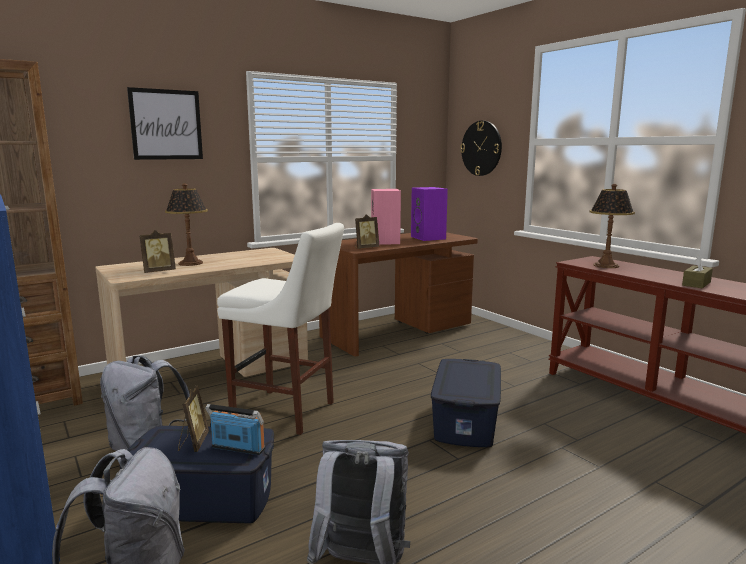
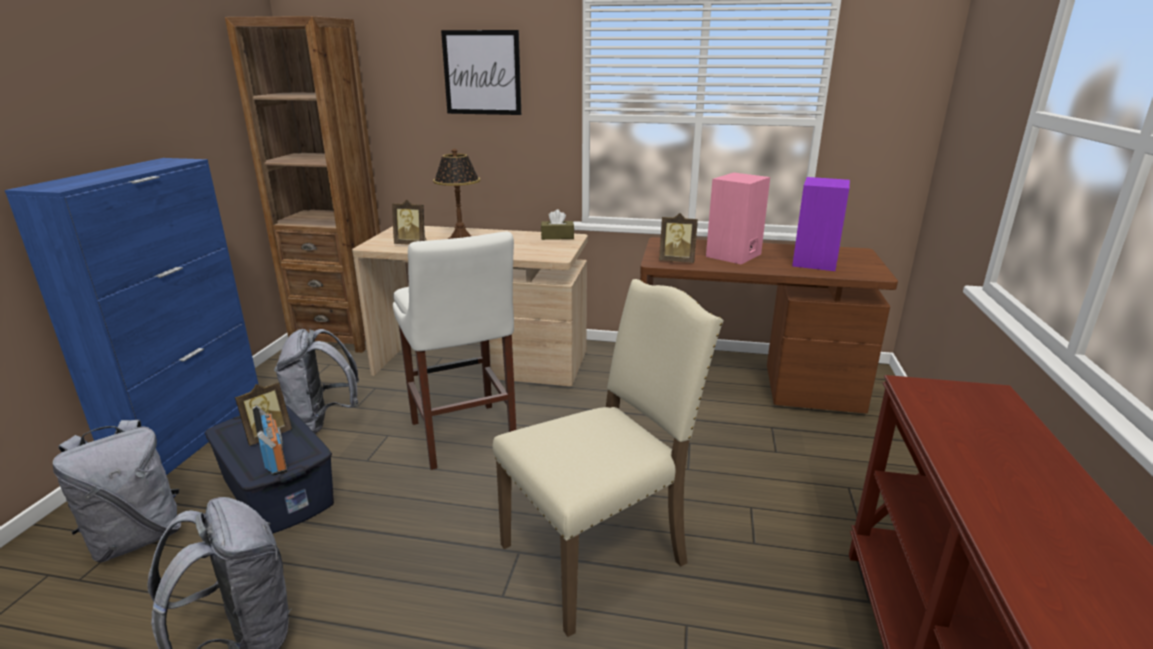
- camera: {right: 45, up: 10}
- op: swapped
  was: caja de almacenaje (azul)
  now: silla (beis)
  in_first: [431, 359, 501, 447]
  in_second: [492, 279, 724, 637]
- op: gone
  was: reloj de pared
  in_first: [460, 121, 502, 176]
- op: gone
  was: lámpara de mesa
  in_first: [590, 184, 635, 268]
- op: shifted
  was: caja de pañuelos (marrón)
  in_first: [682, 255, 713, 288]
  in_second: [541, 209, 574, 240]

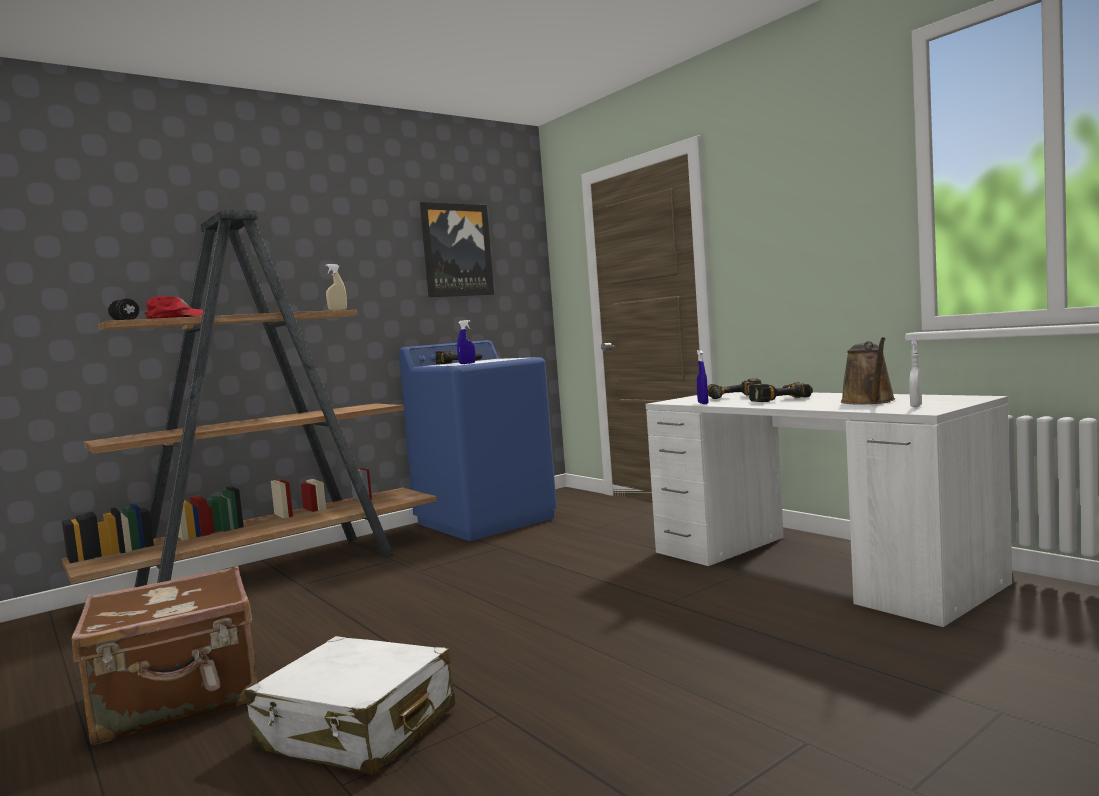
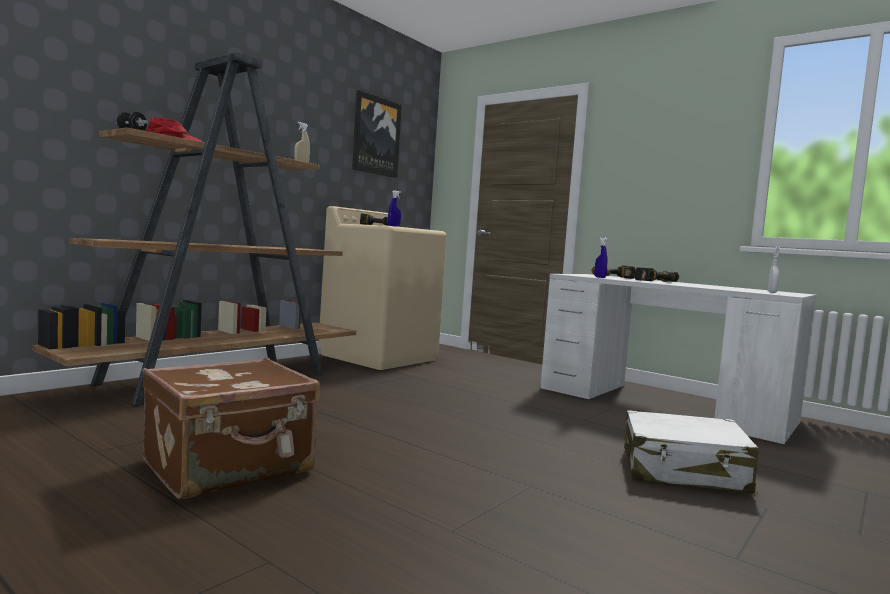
- camera: {right: -15, up: 0}
- op: shifted
  was: maleta (blanco)
  in_first: [245, 636, 455, 775]
  in_second: [624, 410, 759, 493]
- op: repainted
  was: lavadora (azul)
  now: lavadora (beis)
  in_first: [399, 340, 557, 541]
  in_second: [318, 206, 447, 370]
- op: gone
  was: regadera (marrón)
  in_first: [841, 337, 895, 405]

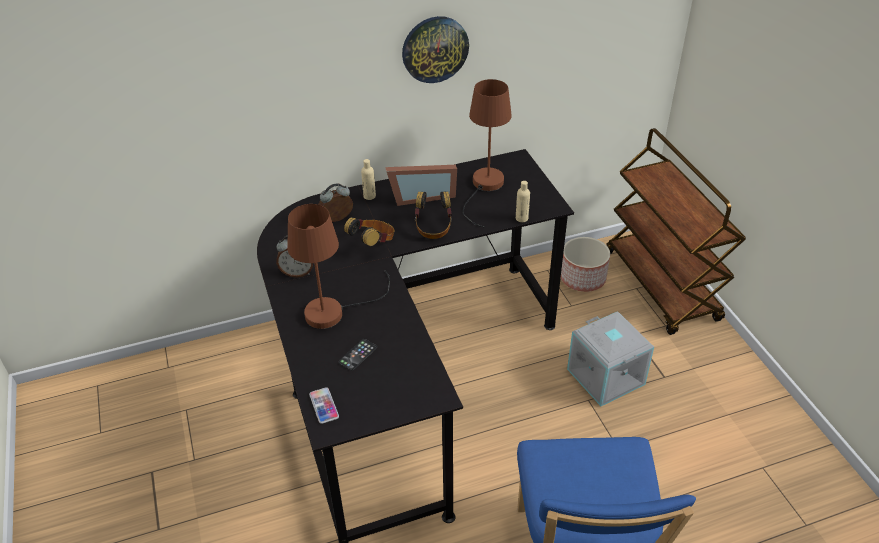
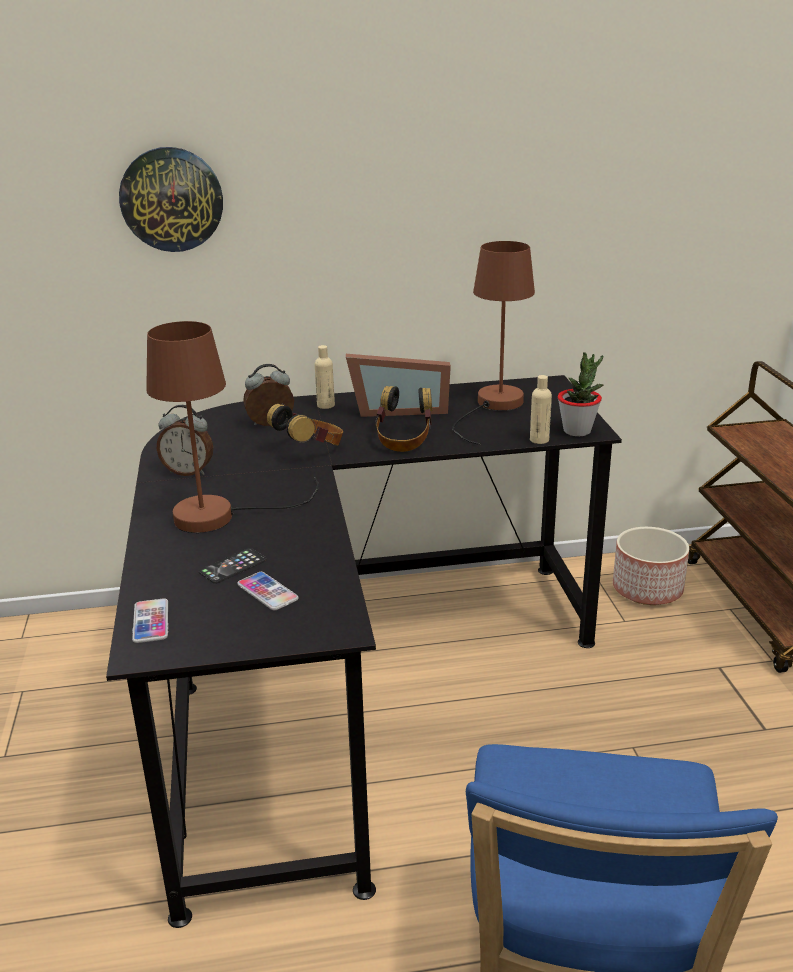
- camera: {right: 10, up: -15}
- op: shifted
  was: reloj de pared
  in_first: [402, 16, 469, 83]
  in_second: [119, 147, 223, 252]
- op: gone
  was: caja de almacenaje (gris)
  in_first: [567, 311, 654, 406]
- op: new
  now: móvil
  in_second: [237, 572, 299, 611]
- op: new
  now: planta en maceta
  in_second: [557, 352, 604, 436]

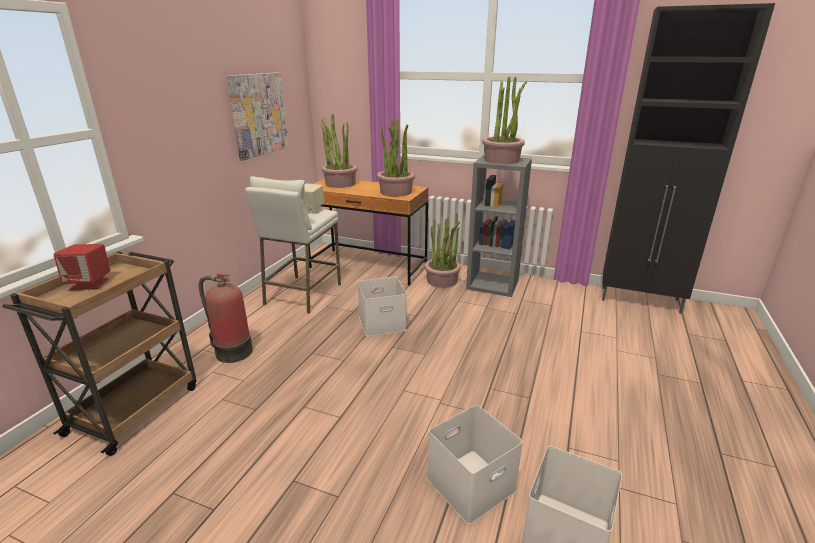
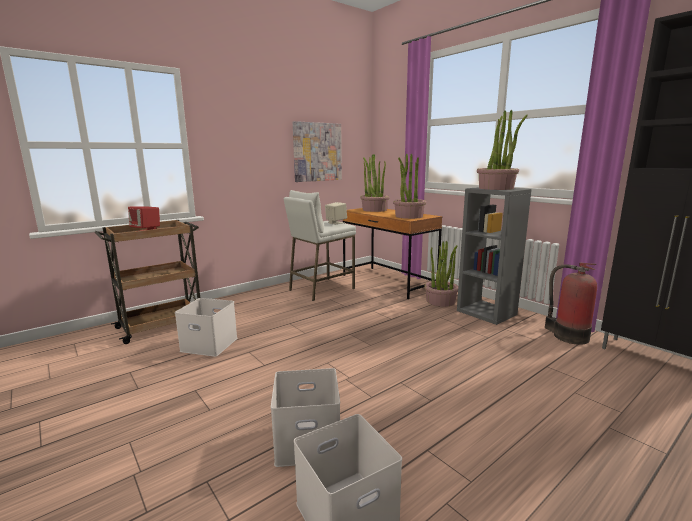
- camera: {right: 30, up: -10}
- op: shifted
  was: extintor
  in_first: [199, 273, 253, 363]
  in_second: [545, 263, 597, 345]
- op: shifted
  was: caja de almacenaje (blanco)
  in_first: [357, 276, 407, 337]
  in_second: [175, 298, 238, 357]

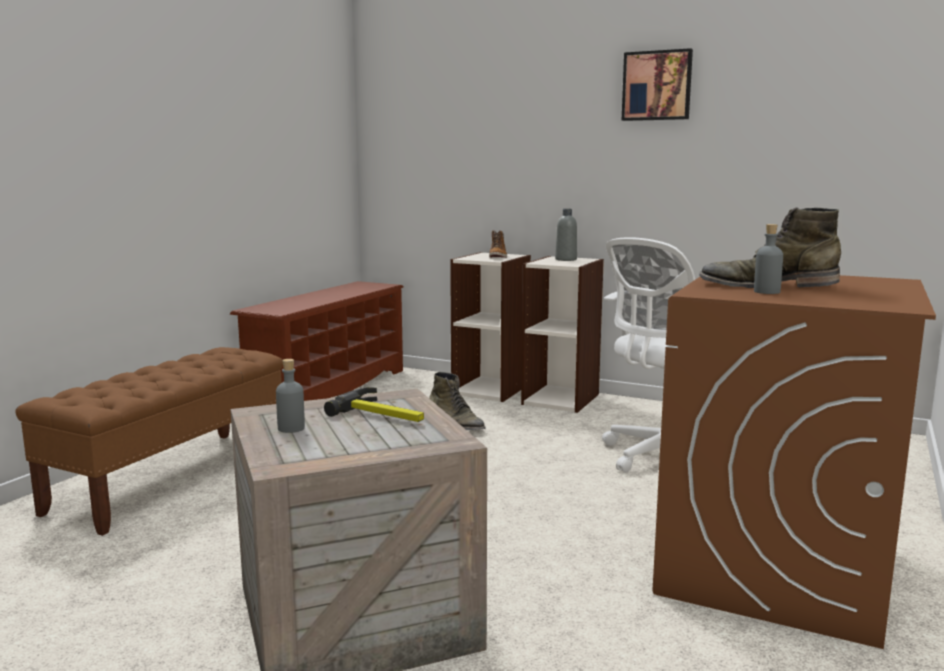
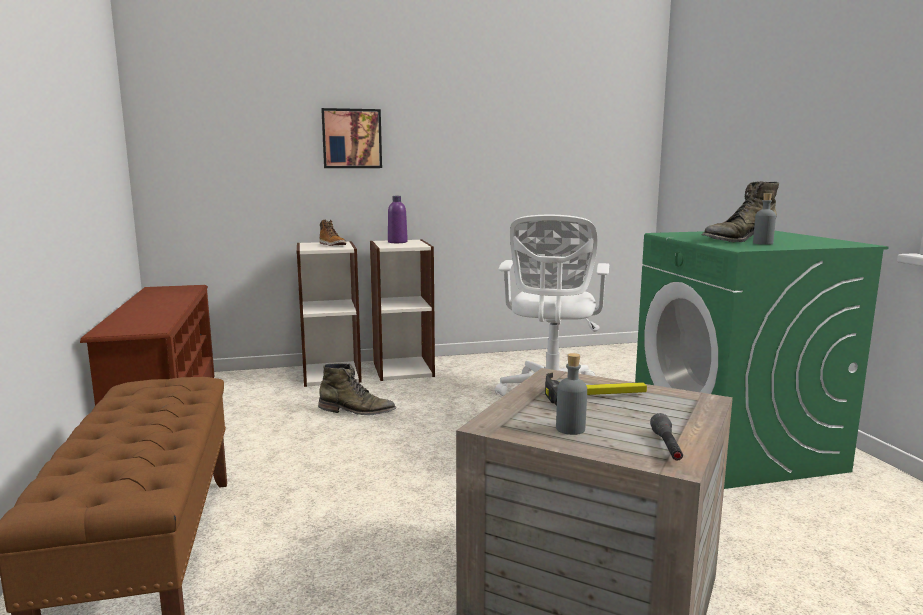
- camera: {right: -40, up: 0}
- op: repainted
  was: botella (gris)
  now: botella (morado)
  in_first: [555, 209, 577, 261]
  in_second: [388, 196, 408, 243]
- op: shifted
  was: cuadro
  in_first: [622, 48, 693, 121]
  in_second: [321, 108, 382, 168]
- op: repainted
  was: lavadora (marrón)
  now: lavadora (verde)
  in_first: [652, 275, 936, 649]
  in_second: [635, 231, 889, 489]
- op: new
  now: linterna (gris)
  in_second: [650, 413, 683, 460]

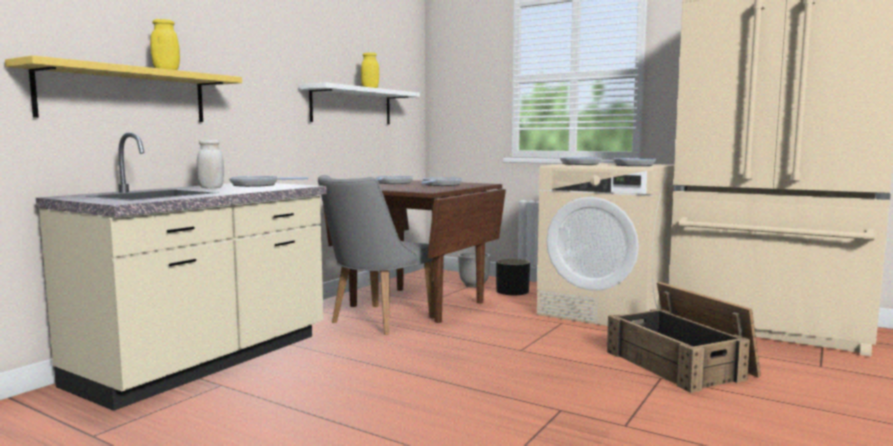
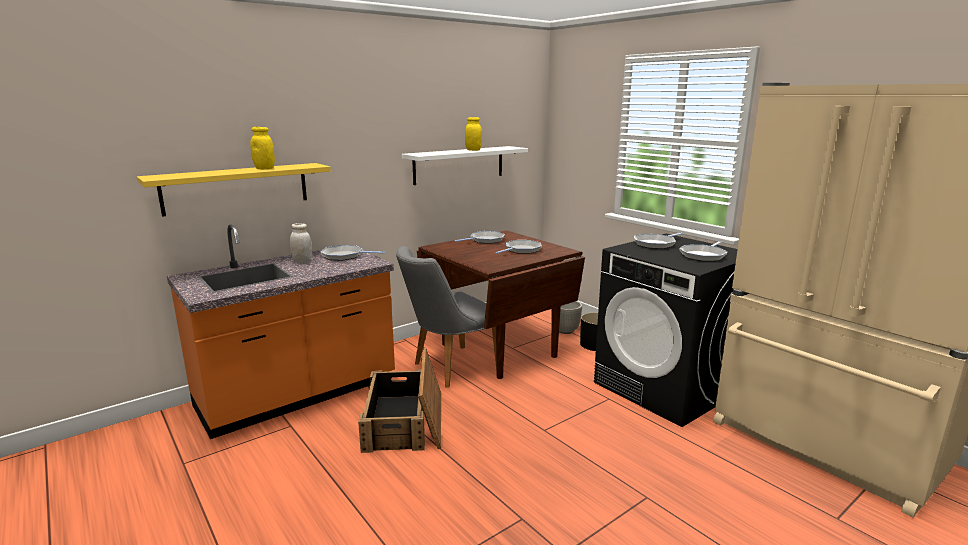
- camera: {right: 20, up: 10}
- op: repainted
  was: mueble bajo de cocina (beis)
  now: mueble bajo de cocina (naranja)
  in_first: [36, 132, 327, 411]
  in_second: [167, 224, 395, 439]
- op: repainted
  was: lavadora (beis)
  now: lavadora (negro)
  in_first: [537, 163, 675, 326]
  in_second: [594, 234, 738, 427]
- op: shifted
  was: caja de embalaje
  in_first: [607, 282, 761, 393]
  in_second: [358, 348, 441, 453]

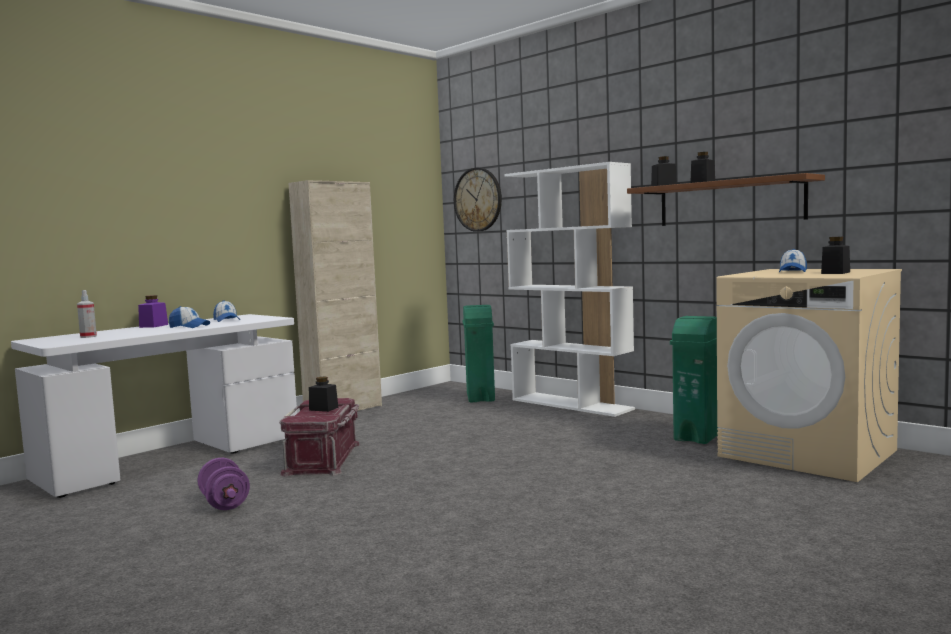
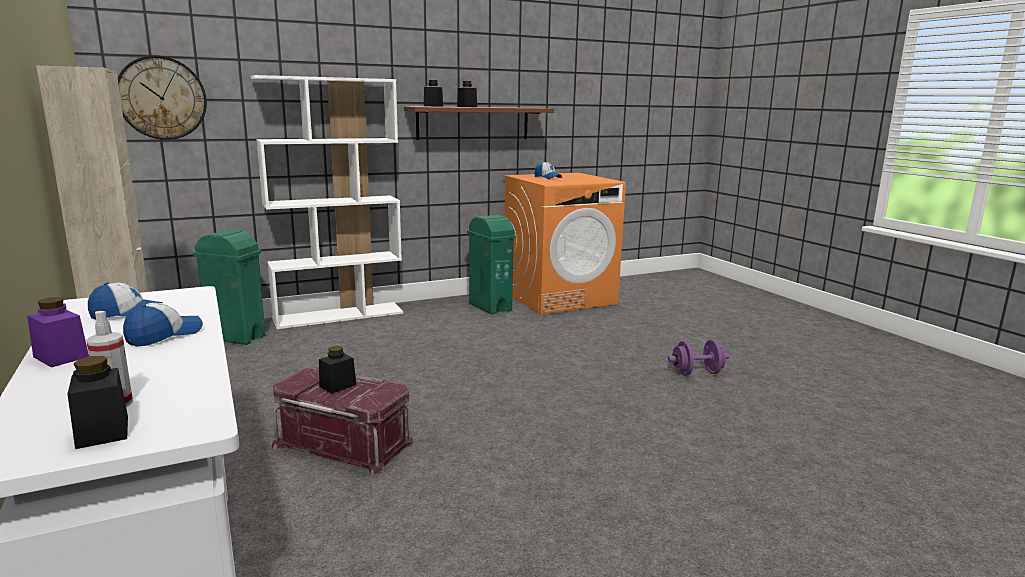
- camera: {right: -70, up: 10}
- op: shifted
  was: mancuerna (morado)
  in_first: [197, 458, 250, 510]
  in_second: [668, 340, 729, 376]
- op: repainted
  was: lavadora (beis)
  now: lavadora (naranja)
  in_first: [716, 269, 902, 482]
  in_second: [504, 173, 626, 315]
- op: shifted
  was: tarro (negro)
  in_first: [821, 237, 850, 274]
  in_second: [68, 356, 128, 449]

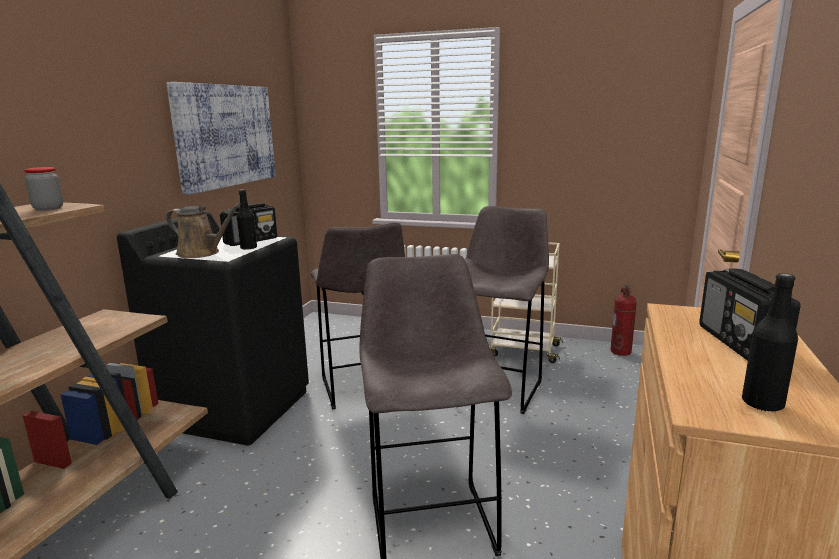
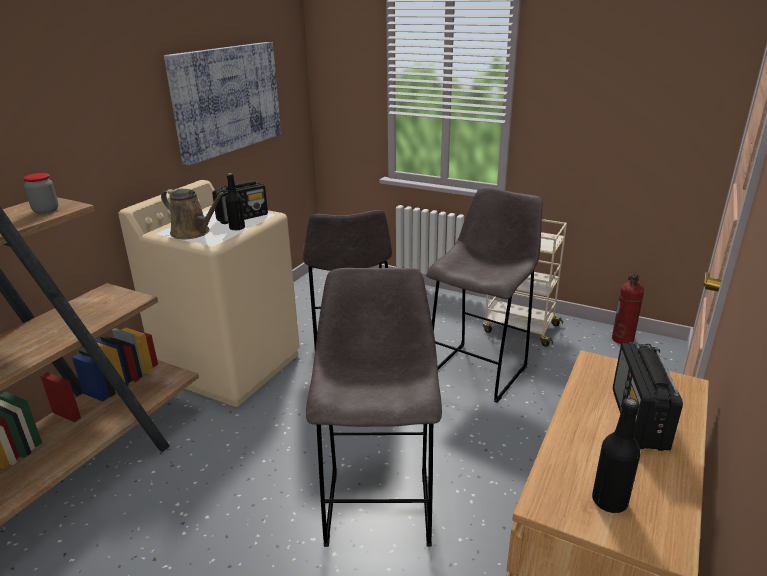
- camera: {right: 10, up: 10}
- op: repainted
  was: lavadora (negro)
  now: lavadora (beis)
  in_first: [117, 212, 309, 445]
  in_second: [118, 180, 300, 407]

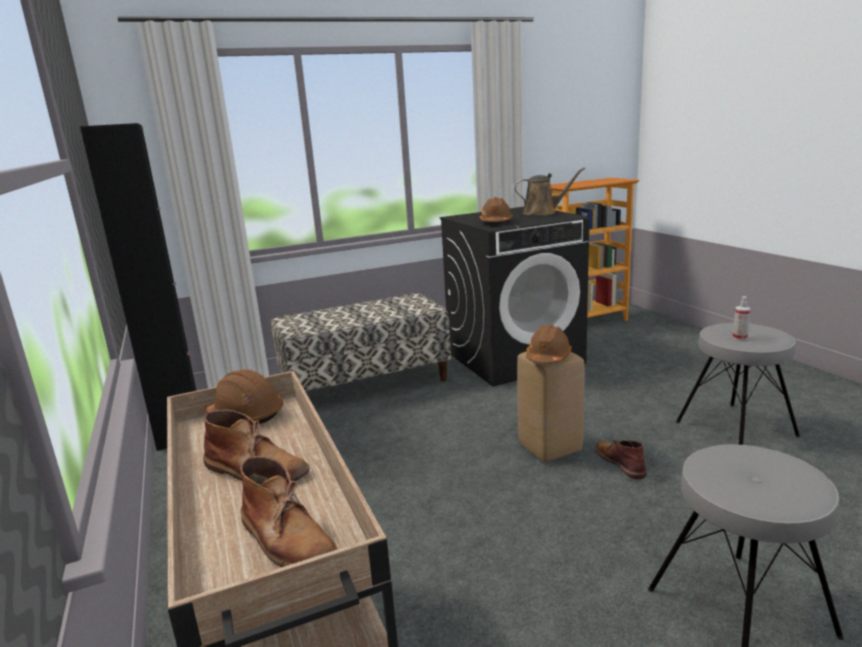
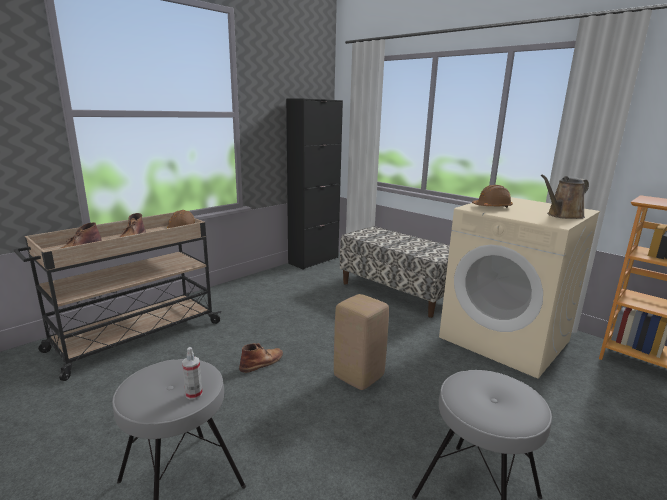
- camera: {right: 65, up: 0}
- op: repainted
  was: lavadora (negro)
  now: lavadora (beis)
  in_first: [440, 207, 589, 386]
  in_second: [439, 197, 600, 379]
- op: rotated
  was: regadera (marrón)
  in_first: [514, 167, 585, 215]
  in_second: [541, 175, 589, 219]
  clockwise: 90
- op: gone
  was: casco (marrón)
  in_first: [526, 325, 572, 363]
- op: shifted
  was: bota (marrón)
  in_first: [595, 440, 647, 479]
  in_second: [239, 343, 283, 373]
- op: shifted
  was: pulverizador
  in_first: [732, 296, 751, 340]
  in_second: [182, 347, 203, 400]

